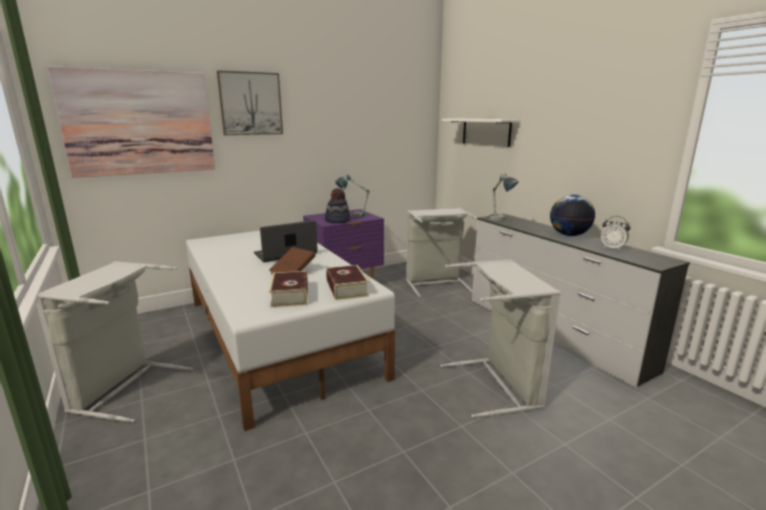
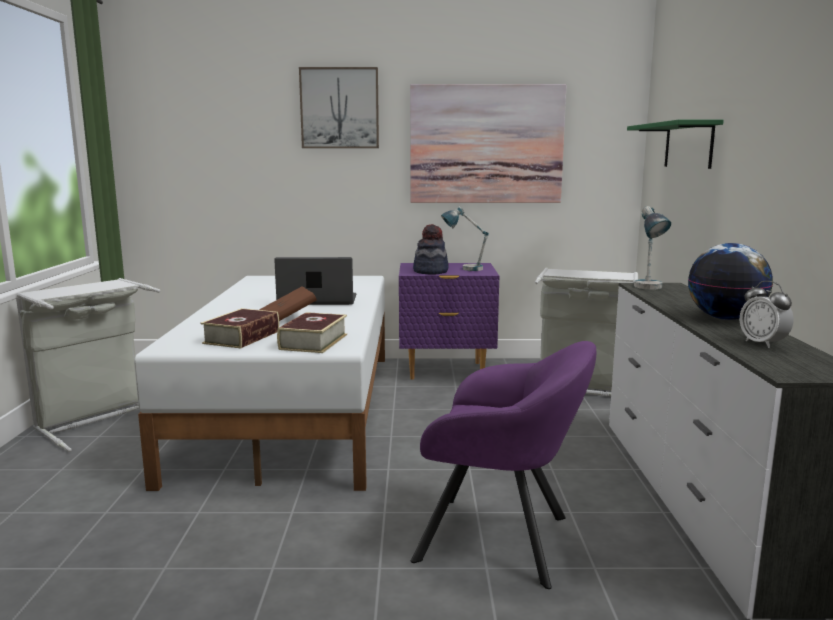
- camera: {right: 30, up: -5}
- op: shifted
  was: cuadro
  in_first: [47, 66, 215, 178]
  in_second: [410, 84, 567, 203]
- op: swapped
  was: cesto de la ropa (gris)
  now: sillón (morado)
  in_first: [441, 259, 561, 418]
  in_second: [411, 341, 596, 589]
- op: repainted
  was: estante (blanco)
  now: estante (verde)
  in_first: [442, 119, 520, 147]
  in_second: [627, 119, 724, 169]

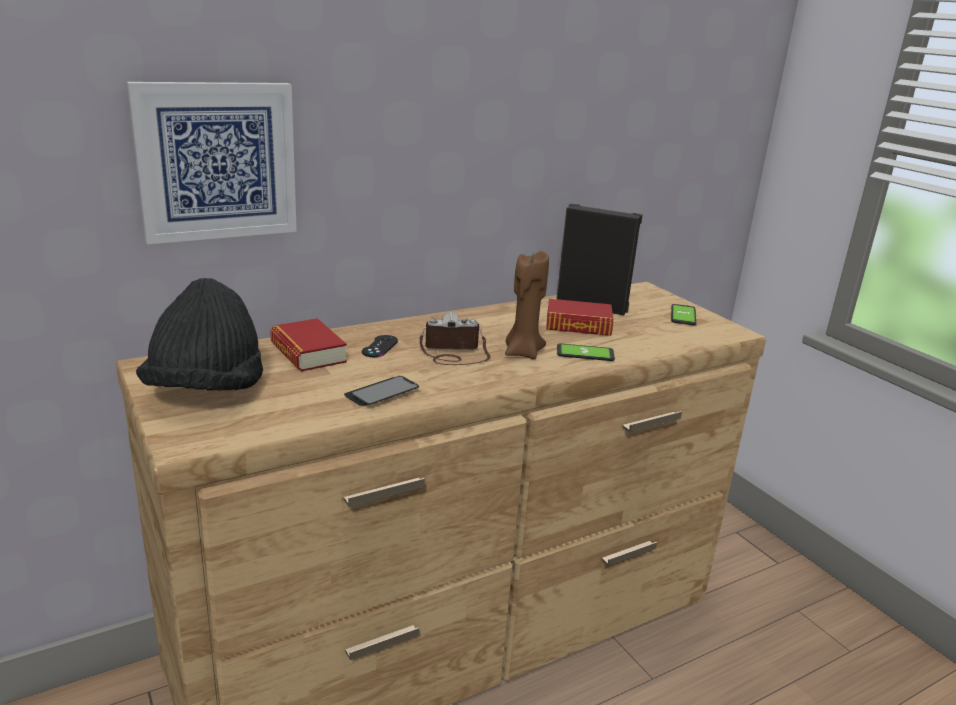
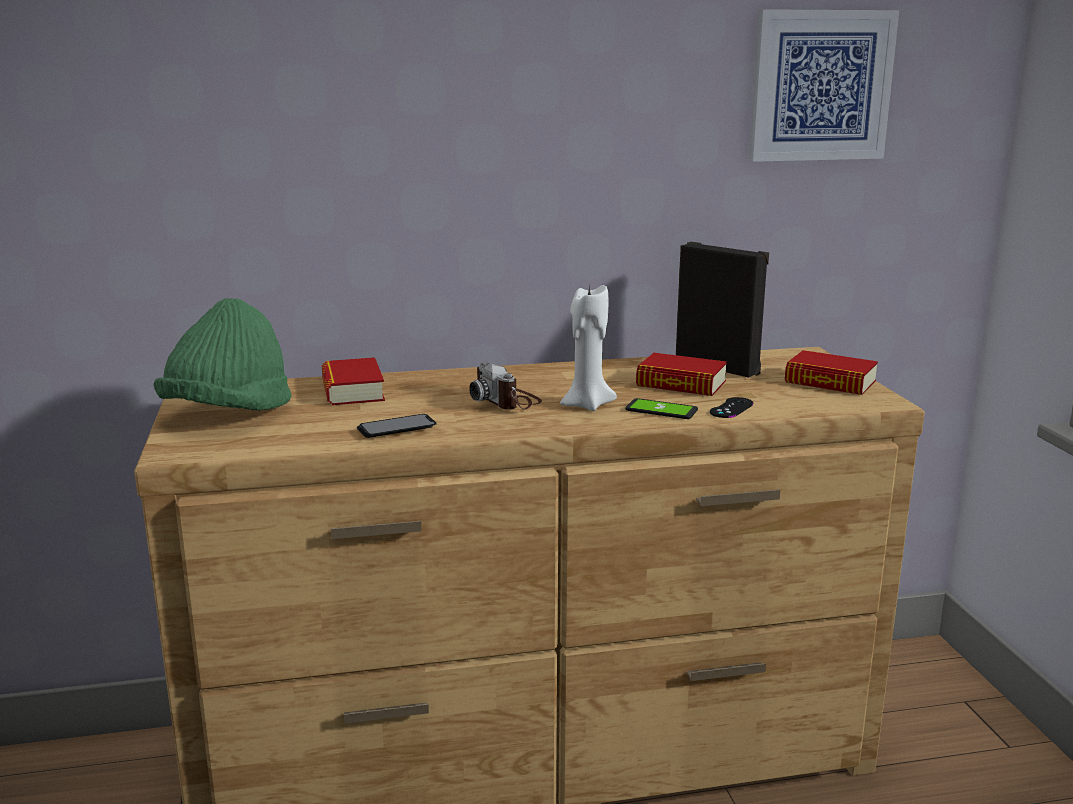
- camera: {right: 20, up: -5}
- op: shifted
  was: cuadro
  in_first: [127, 82, 297, 244]
  in_second: [749, 9, 899, 162]
- op: repainted
  was: sombrero (negro)
  now: sombrero (verde)
  in_first: [136, 278, 263, 391]
  in_second: [153, 298, 292, 411]
- op: shifted
  was: mando de consola (negro)
  in_first: [362, 335, 398, 357]
  in_second: [710, 397, 753, 418]
- op: rotated
  was: cámara
  in_first: [420, 312, 490, 365]
  in_second: [469, 362, 542, 410]
  clockwise: -135
- op: repainted
  was: vela (marrón)
  now: vela (blanco)
  in_first: [505, 251, 549, 359]
  in_second: [560, 284, 617, 411]
- op: swapped
  was: móvil
  now: libro
  in_first: [671, 304, 696, 325]
  in_second: [785, 350, 878, 395]

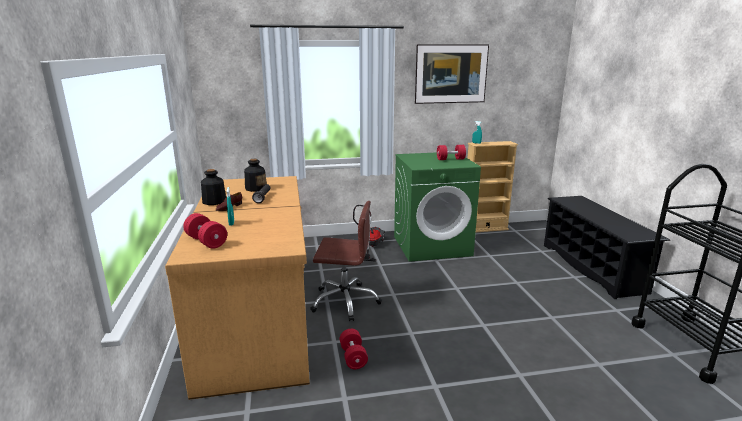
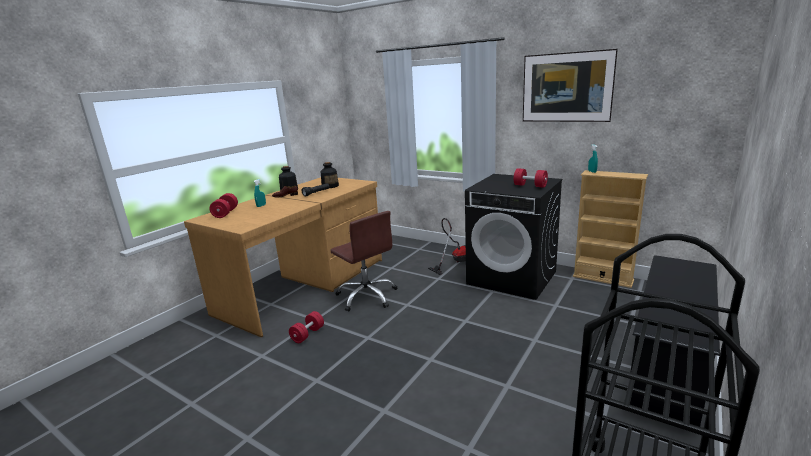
- camera: {right: 45, up: 0}
- op: repainted
  was: lavadora (verde)
  now: lavadora (negro)
  in_first: [394, 152, 481, 262]
  in_second: [465, 174, 562, 300]

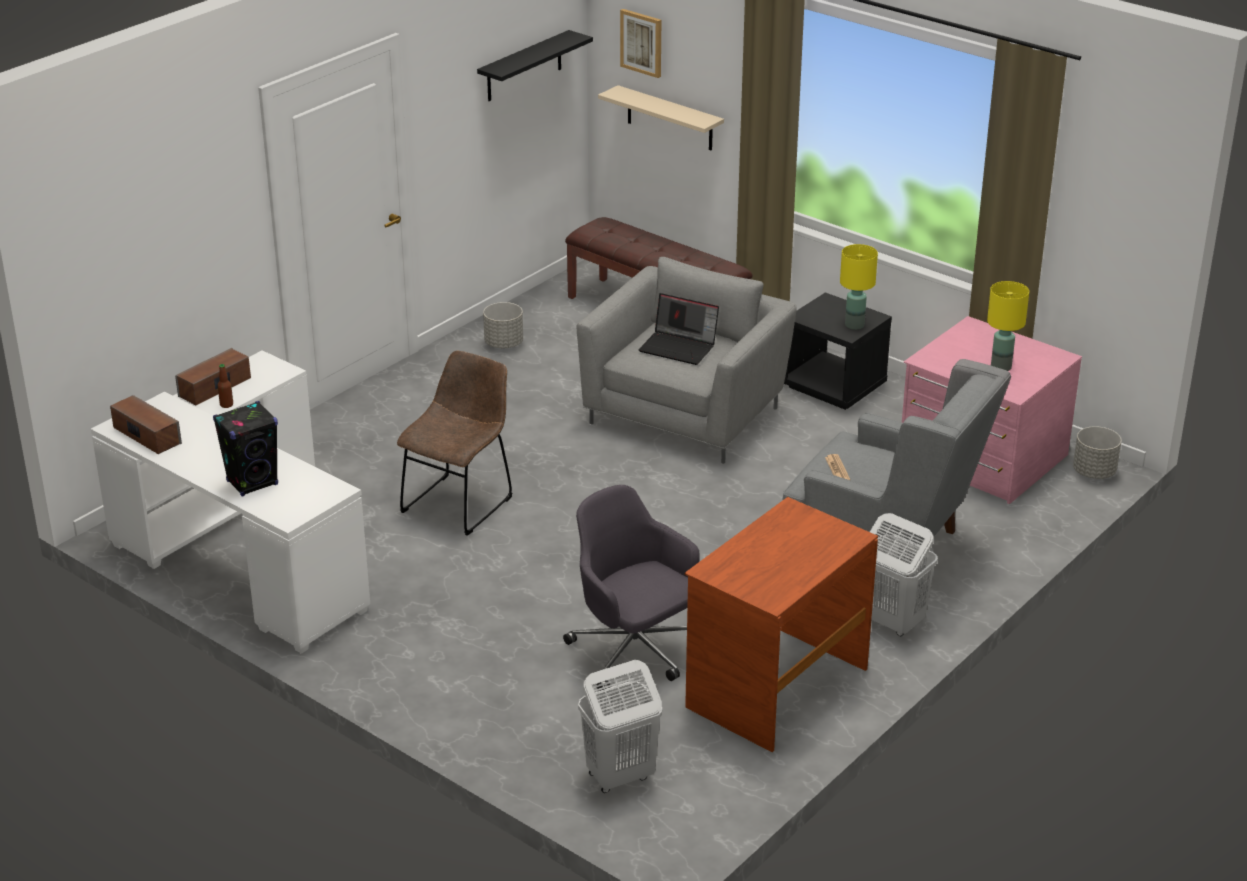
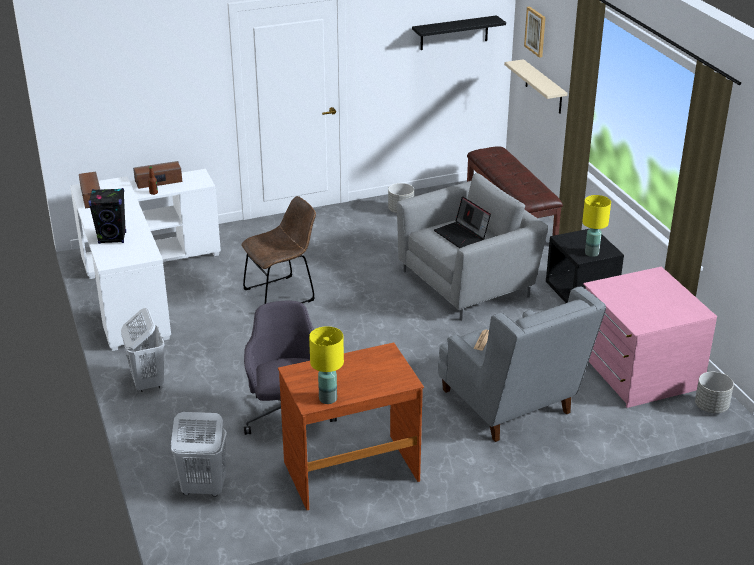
- camera: {right: 30, up: 0}
- op: shifted
  was: cesto de la ropa (blanco)
  in_first: [870, 513, 938, 636]
  in_second: [121, 308, 165, 392]
- op: shifted
  was: lámpara de mesa (amarillo)
  in_first: [987, 281, 1029, 371]
  in_second: [309, 326, 344, 404]

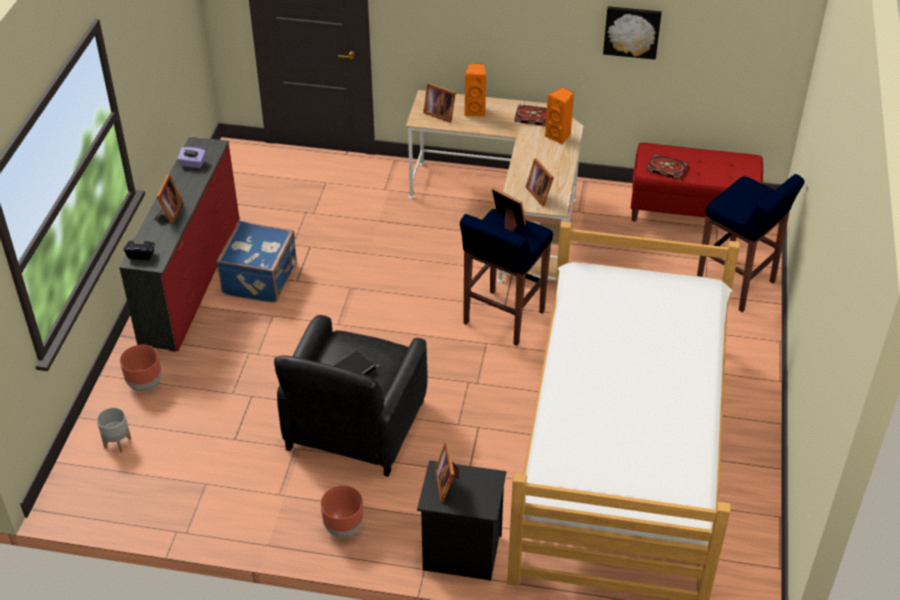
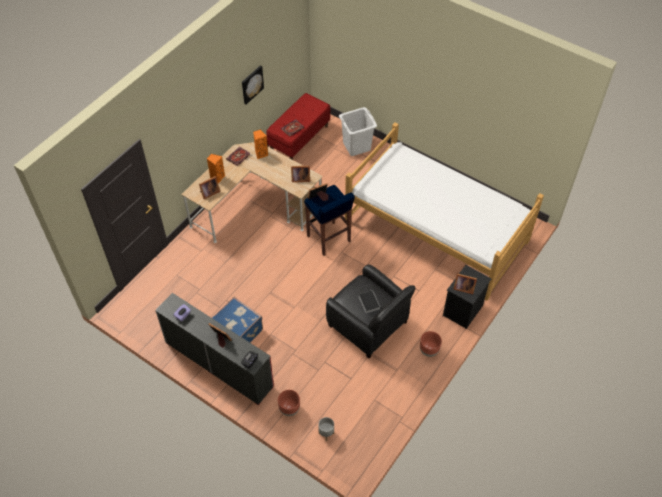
- camera: {right: -65, up: 10}
- op: swapped
  was: taburete (azul)
  now: cesto de la ropa (blanco)
  in_first: [697, 174, 804, 312]
  in_second: [339, 107, 377, 156]

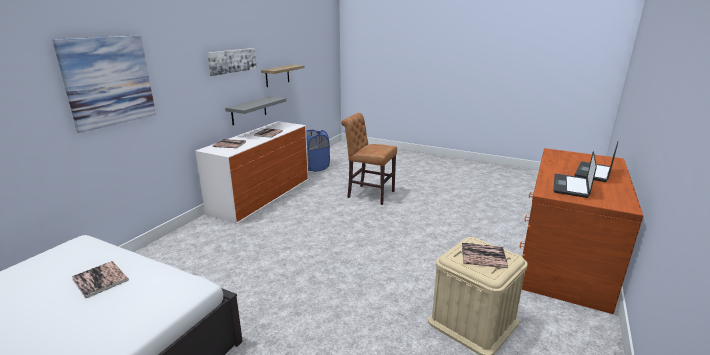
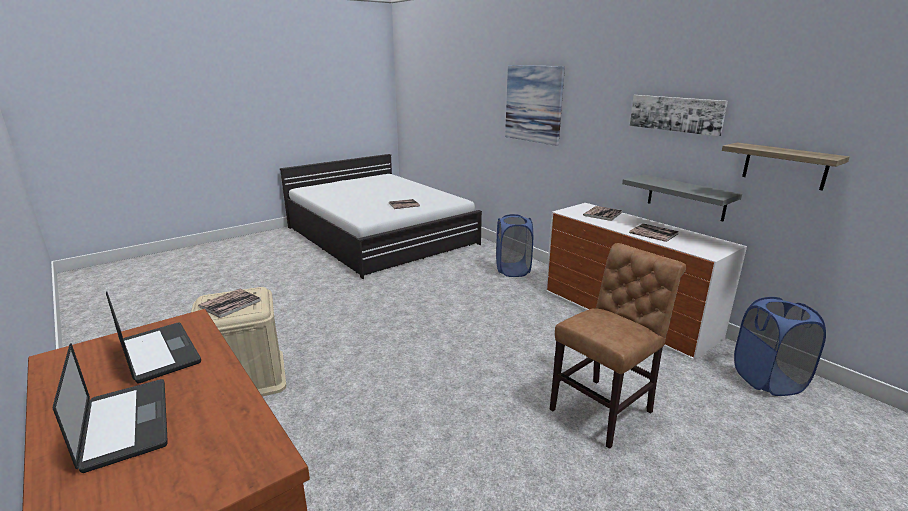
- camera: {right: 115, up: 0}
- op: new
  now: cesto de la ropa (azul)
  in_second: [496, 214, 533, 277]

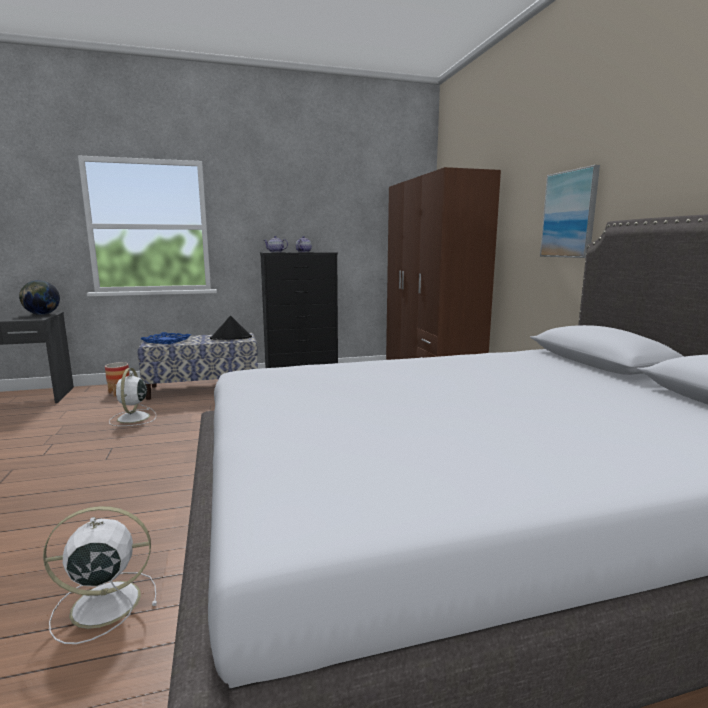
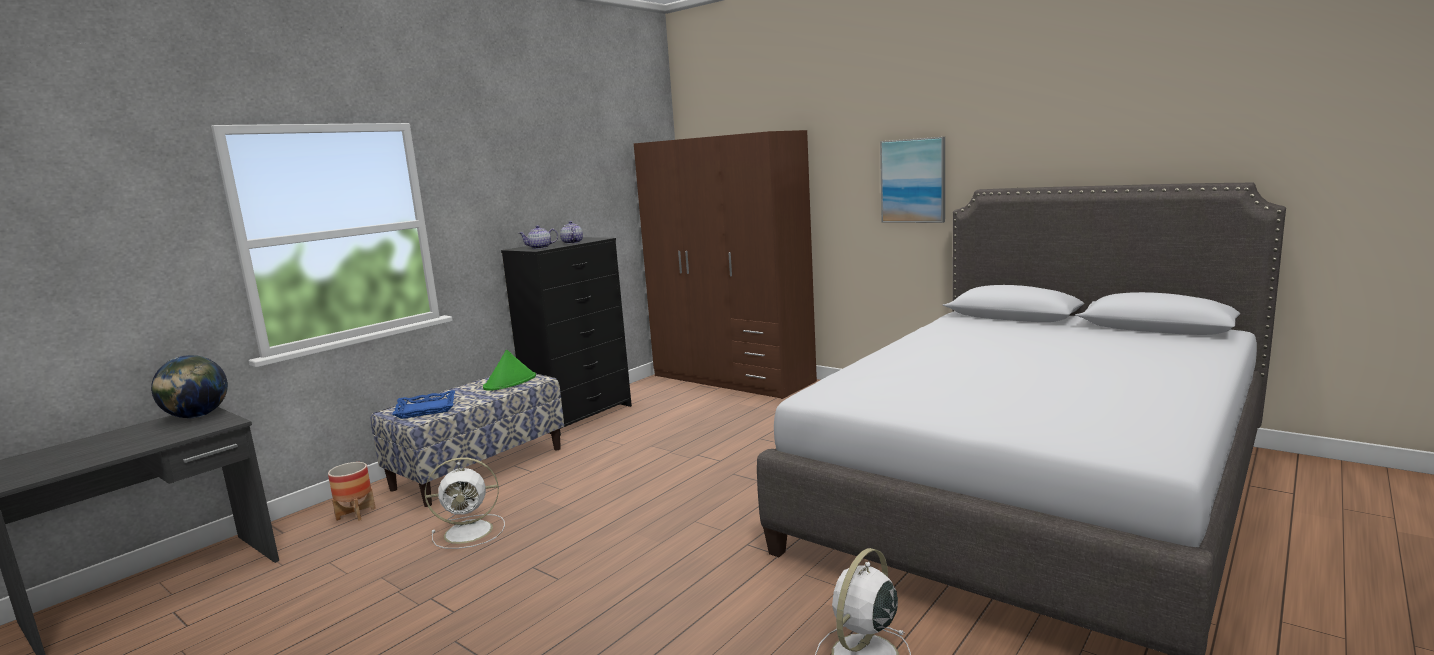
- camera: {right: -35, up: 0}
- op: rotated
  was: ventilador (blanco)
  in_first: [109, 368, 156, 426]
  in_second: [425, 457, 505, 549]
  clockwise: -60
- op: repainted
  was: sombrero (negro)
  now: sombrero (verde)
  in_first: [210, 316, 252, 340]
  in_second: [483, 350, 536, 391]

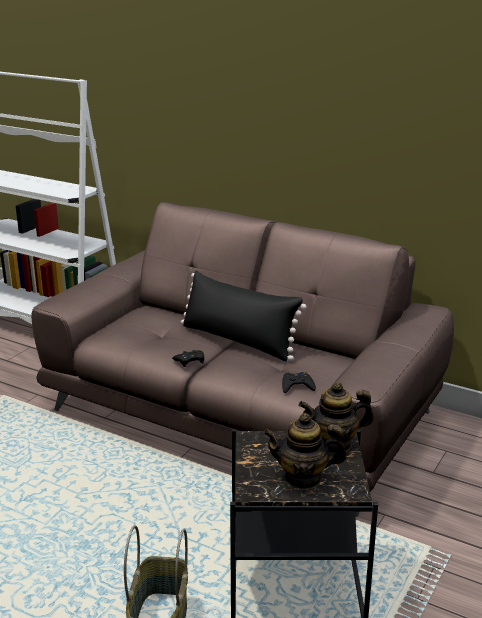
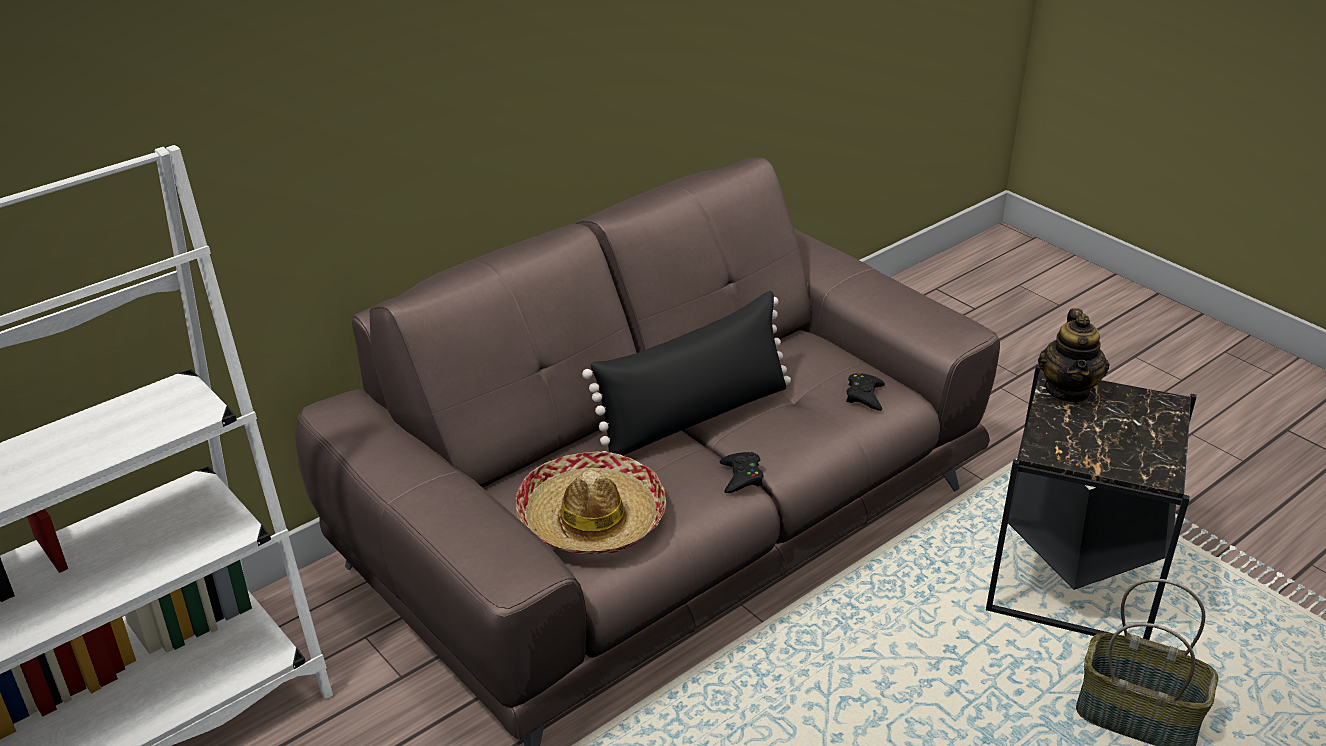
- camera: {right: -70, up: 10}
- op: gone
  was: tetera
  in_first: [263, 413, 347, 489]
- op: new
  now: sombrero
  in_second: [515, 451, 666, 554]

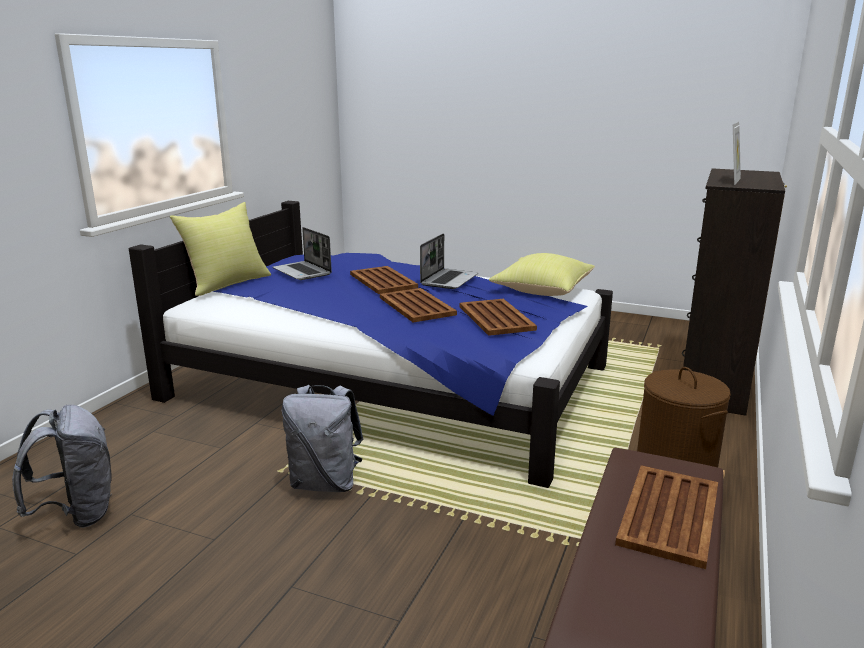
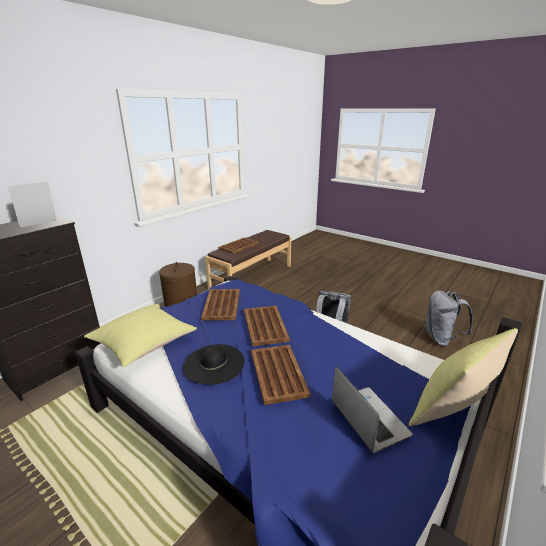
- camera: {right: -165, up: 5}
- op: swapped
  was: portátil
  now: sombrero (negro)
  in_first: [420, 233, 478, 289]
  in_second: [183, 344, 245, 385]

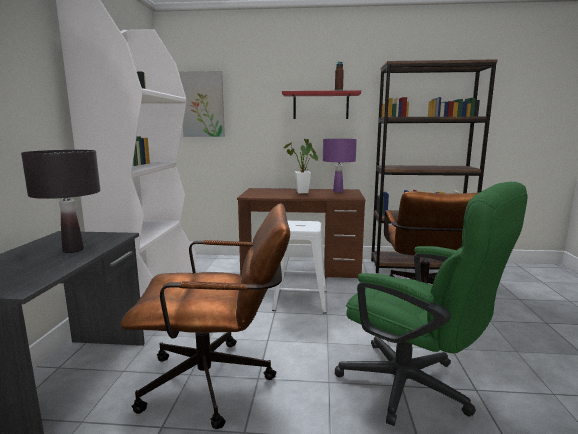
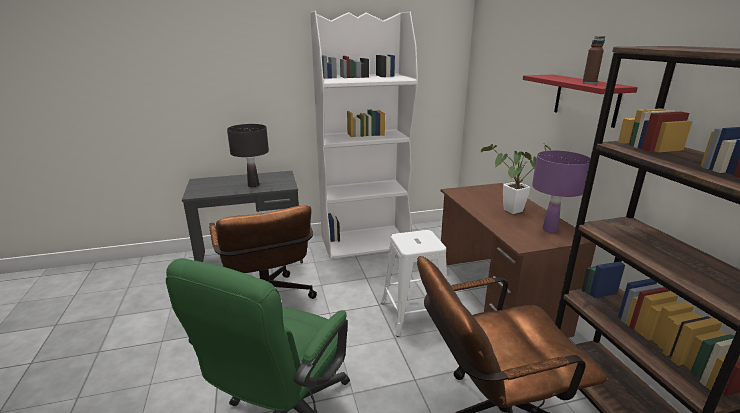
- camera: {right: 70, up: 10}
- op: gone
  was: cuadro
  in_first: [179, 71, 225, 137]

